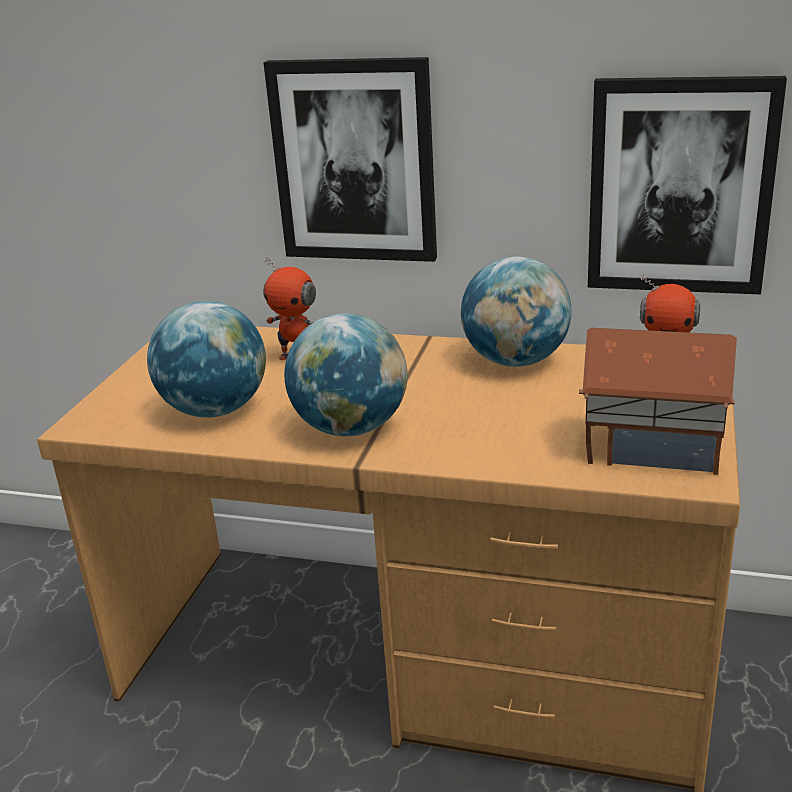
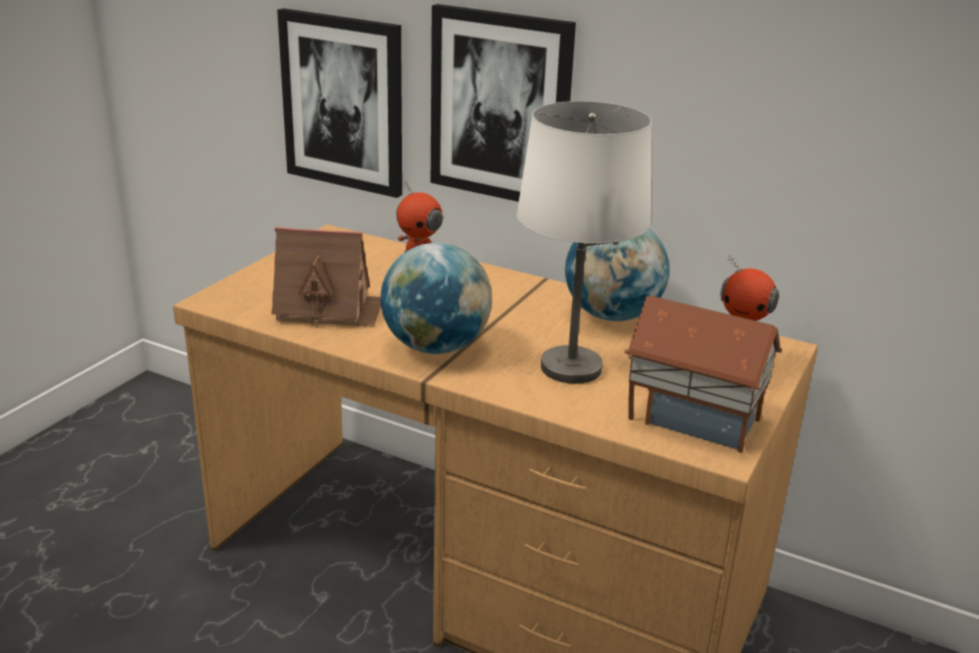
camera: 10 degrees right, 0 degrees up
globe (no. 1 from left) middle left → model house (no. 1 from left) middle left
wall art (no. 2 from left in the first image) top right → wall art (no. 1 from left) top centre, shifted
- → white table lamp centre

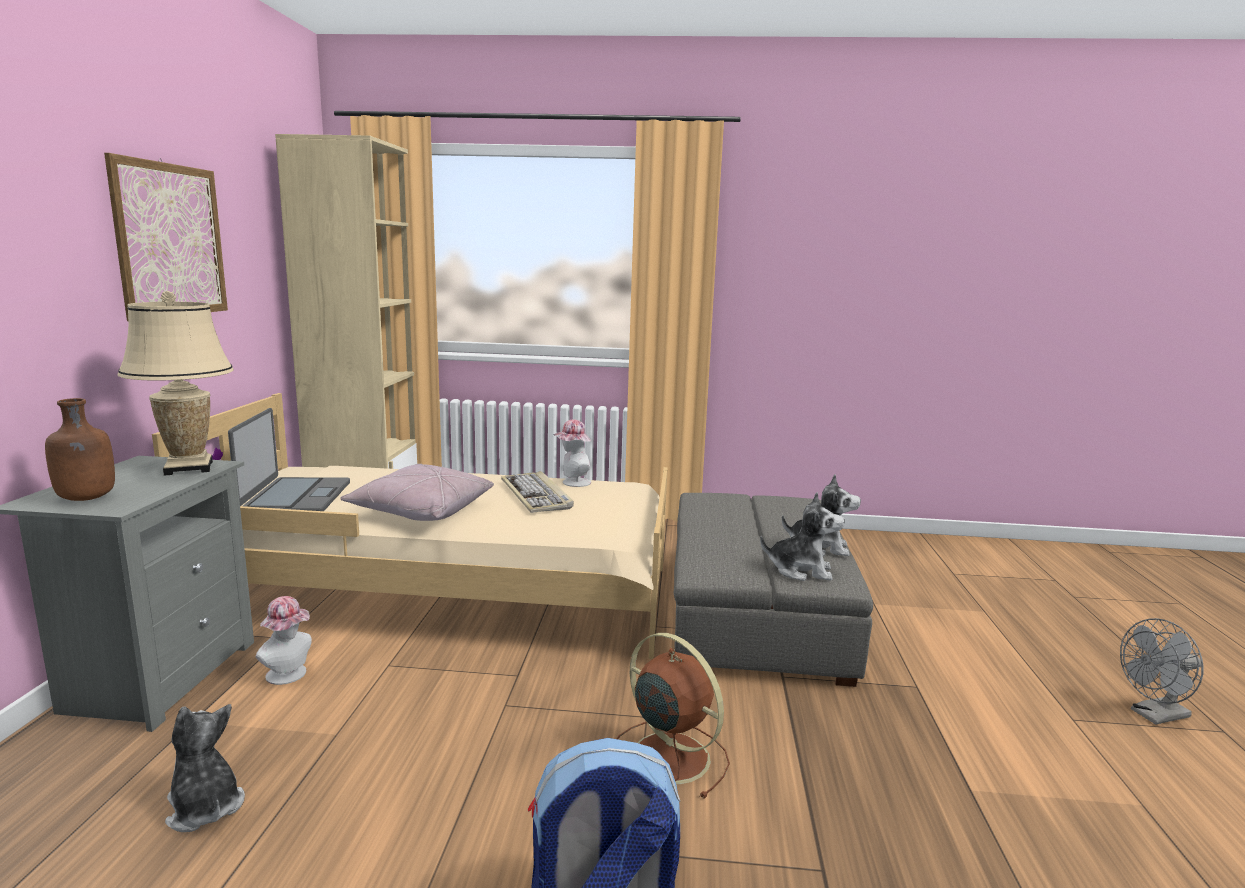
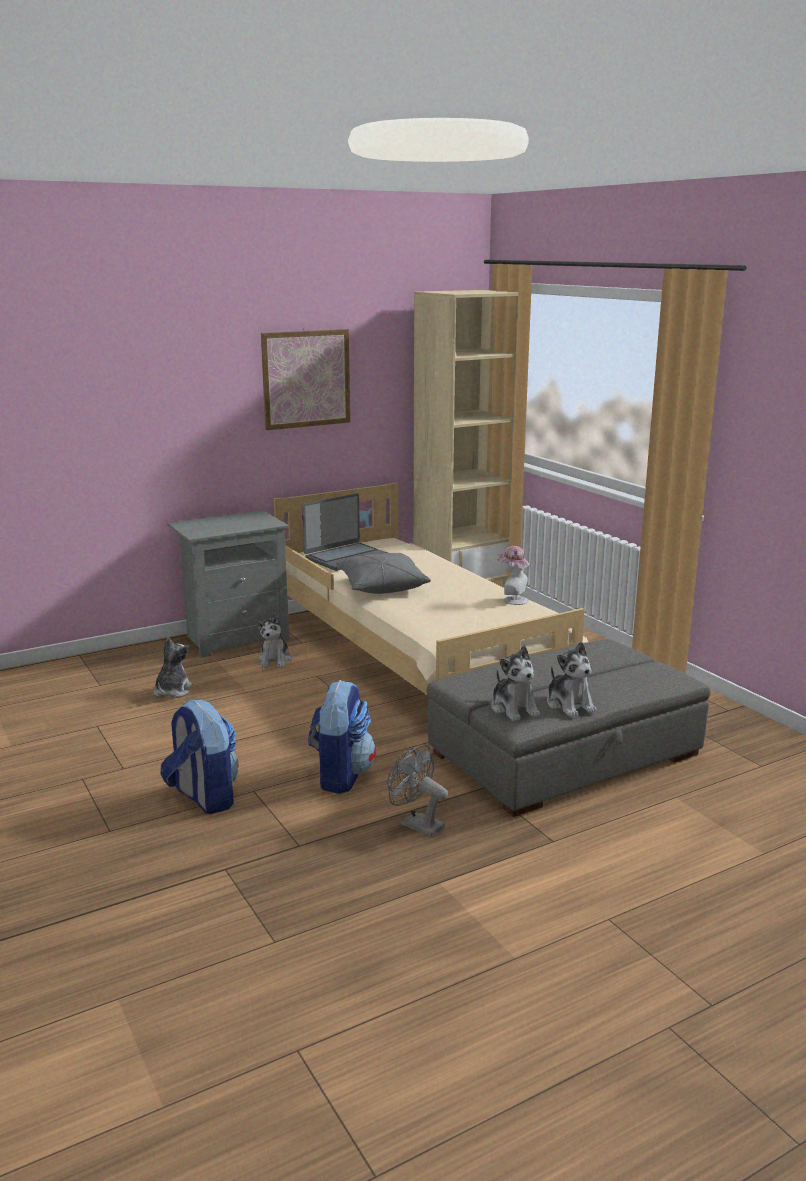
camera: 55 degrees right, 5 degrees up
hat (no. 1 from left) bottom left → plush toy (no. 2 from left) centre
brownish electric fan bottom centre → rucksack (no. 2 from left) centre
purple cushion centre → gray cushion centre
gray electric fan bottom right → gray electric fan bottom centre, shifted
brownish beverage bottle middle left → -
sand-coloured table lamp middle left → -
computer keyboard centre → -

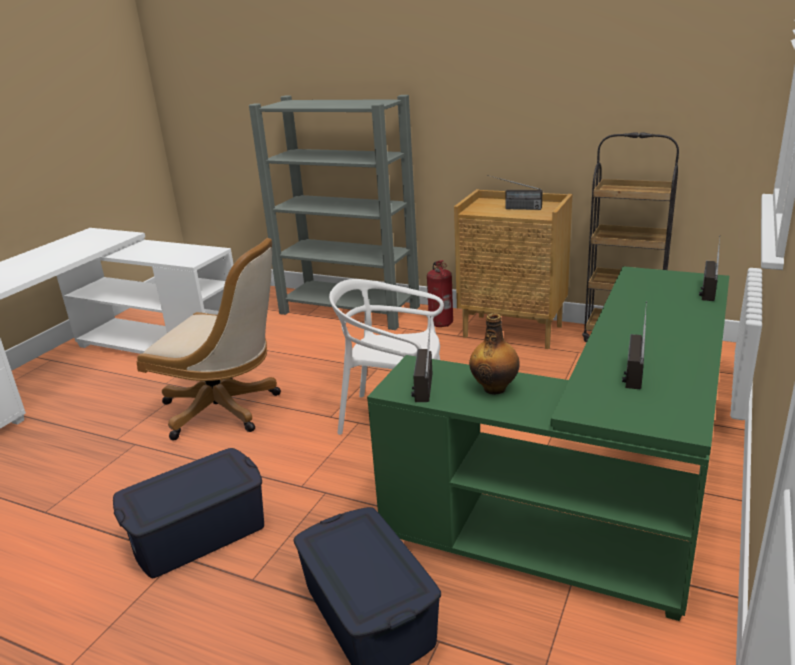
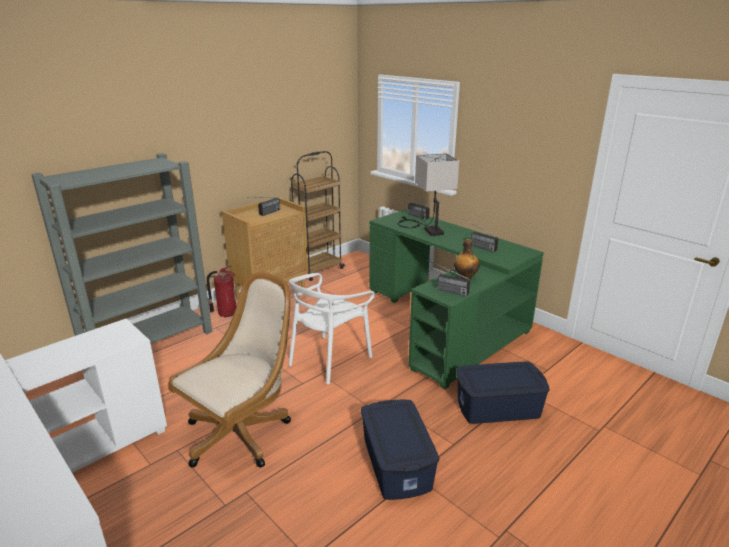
camera: 70 degrees left, 0 degrees up
- → table lamp centre

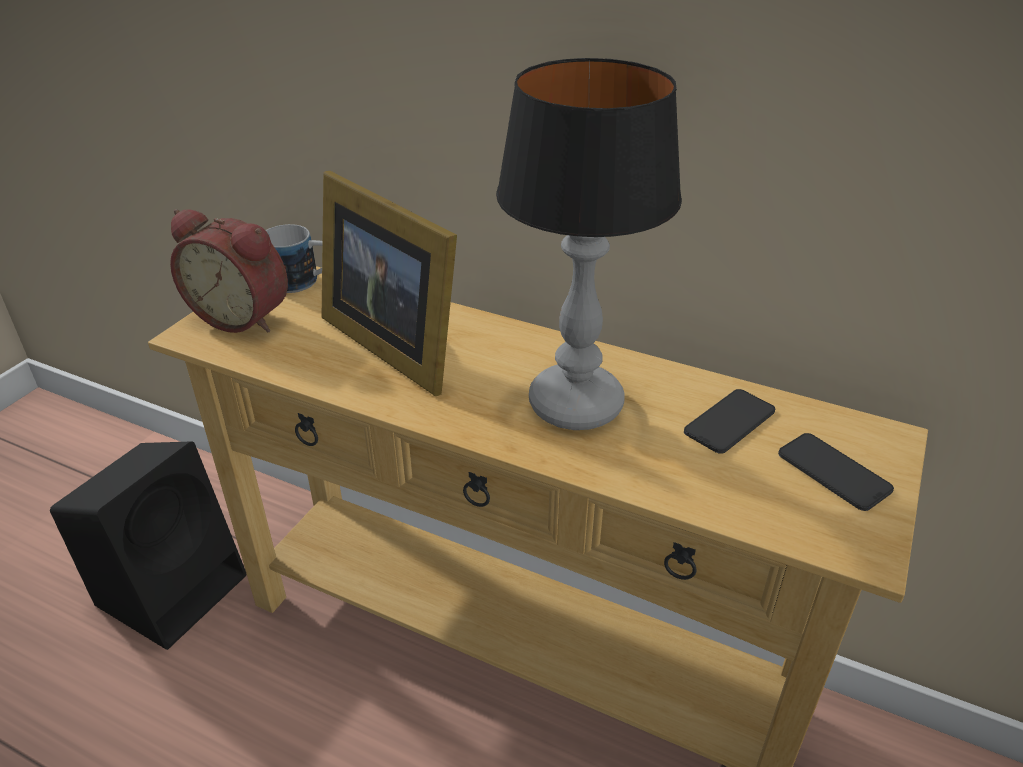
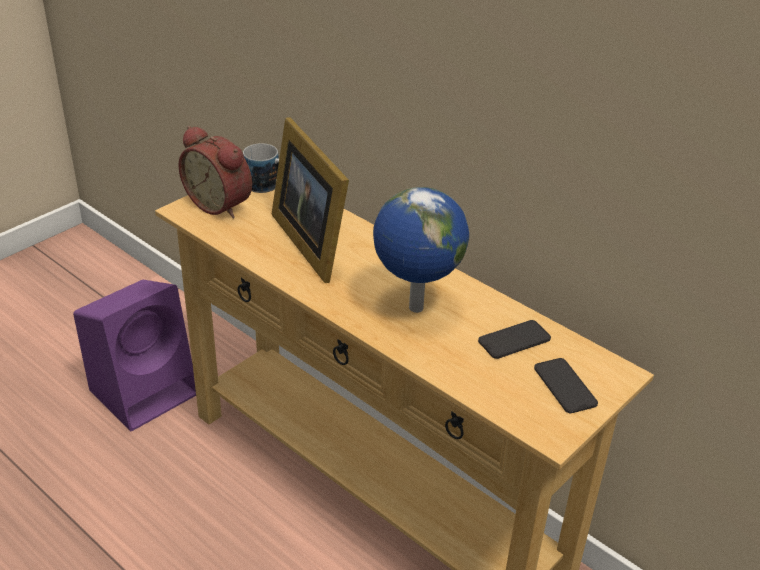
camera: 15 degrees right, 0 degrees up
black speaker bottom left → purple speaker middle left
table lamp top centre → globe centre

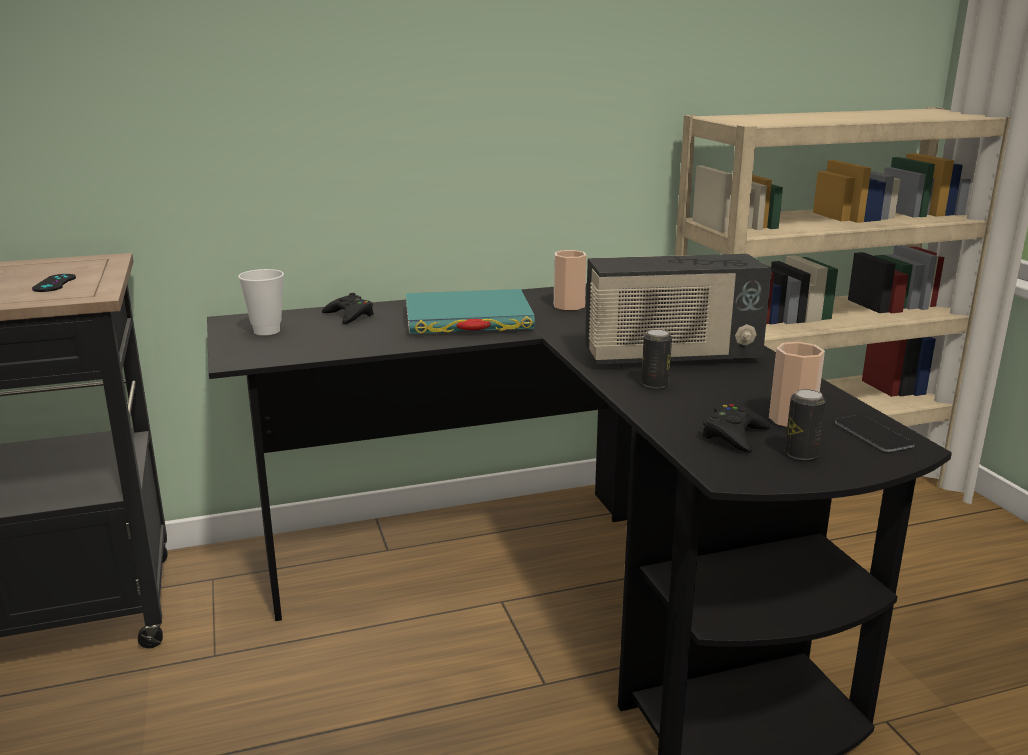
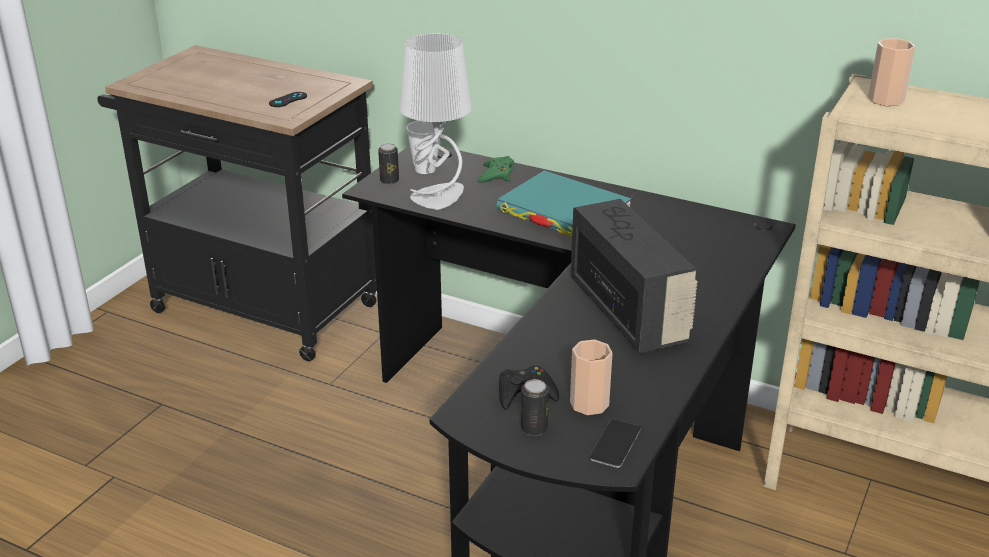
camera: 45 degrees right, 10 degrees up
sealed can (no. 1 from left) centre → sealed can (no. 1 from left) top centre, shifted
- → gray table lamp top centre
black joypad (no. 2 from left) centre → green-coloured joypad top centre
radio set centre, 150 degrees counterclockwise
cup (no. 2 from left in the first image) centre → cup (no. 3 from left) top right, shifted

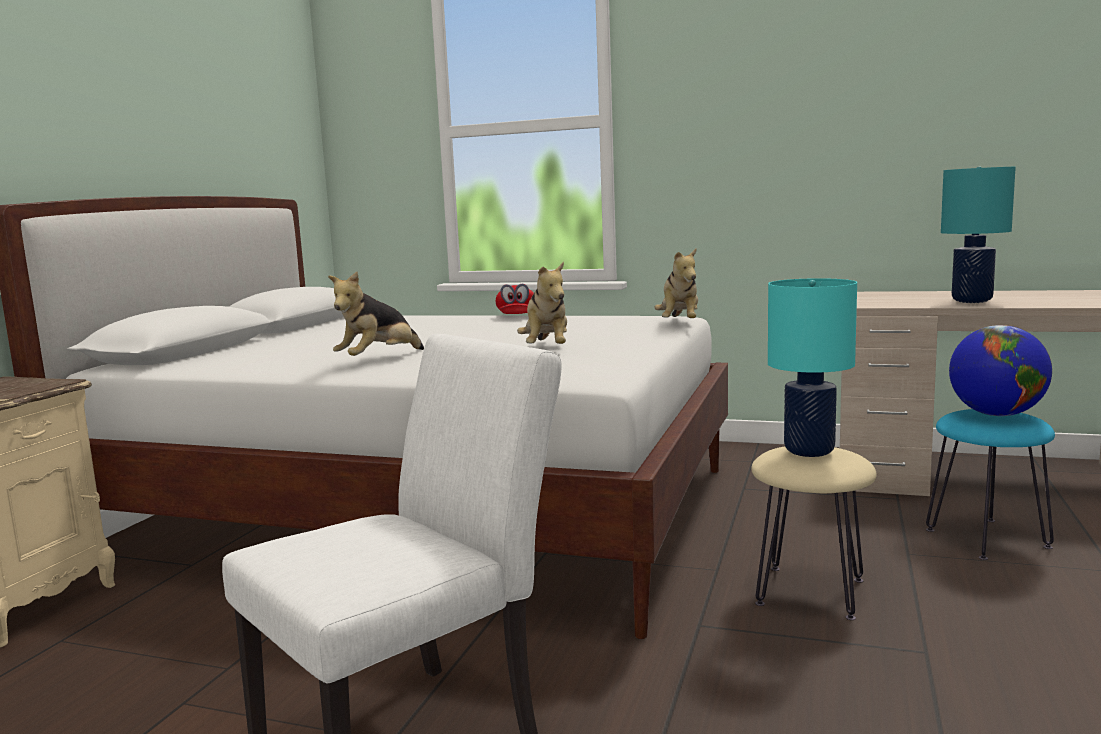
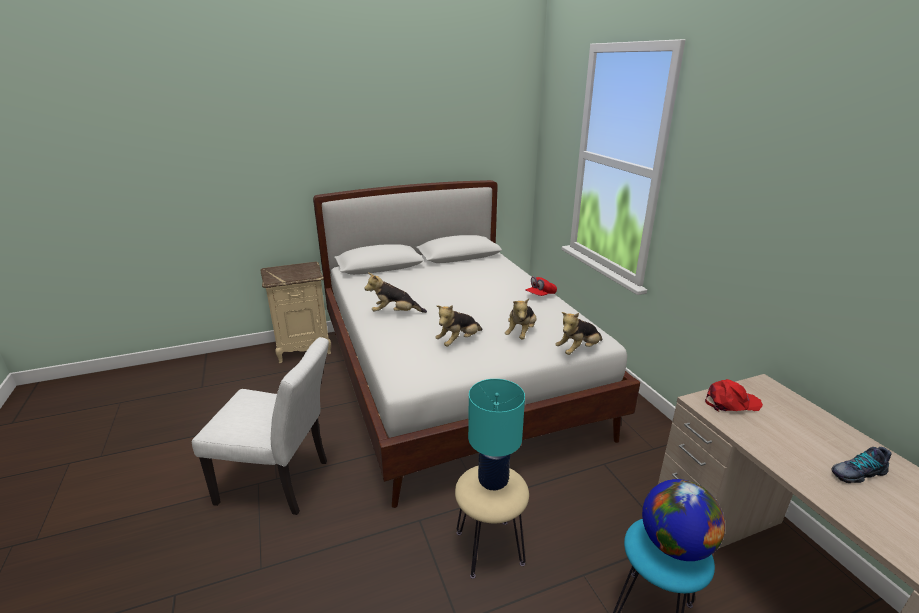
camera: 50 degrees right, 15 degrees up
- → plush toy (no. 3 from left) centre
- → reddish cap (no. 2 from left) middle right
- → low shoe bottom right
turquoise-coloured table lamp (no. 2 from left) top right → -

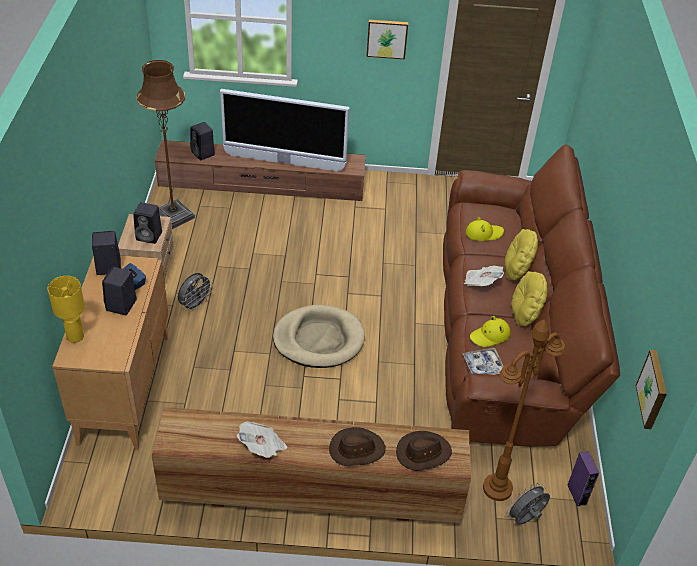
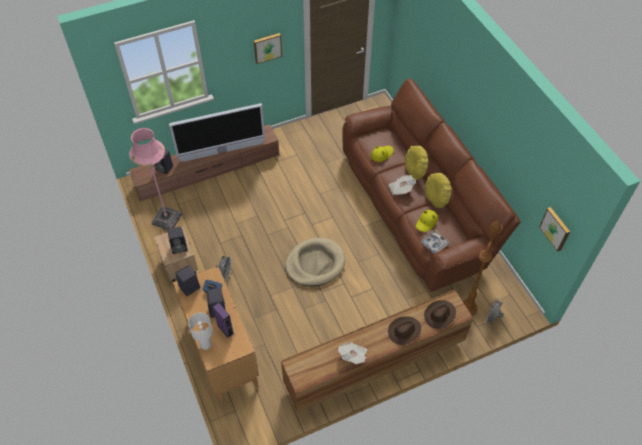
camera: 25 degrees left, 10 degrees up
brownish standing lamp (no. 1 from left) top left → pinkish standing lamp middle left
yellowish table lamp middle left → white table lamp bottom left
purple speaker bottom right → purple speaker bottom centre, shifted

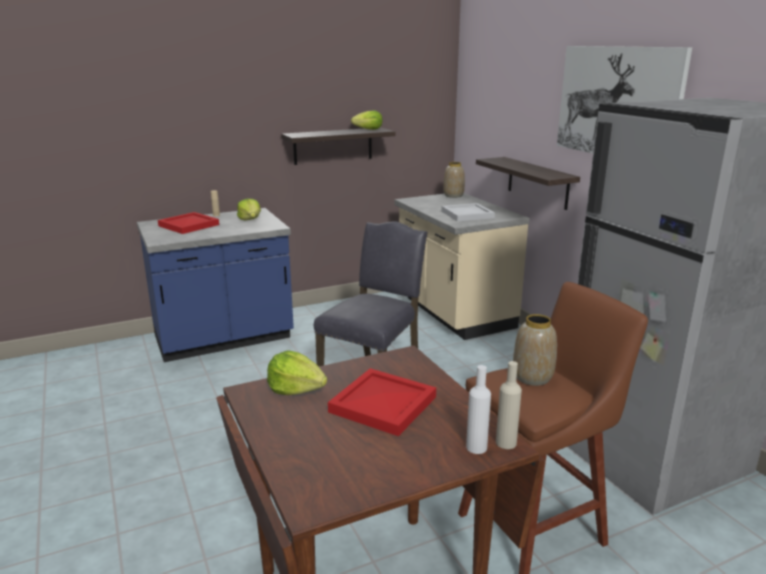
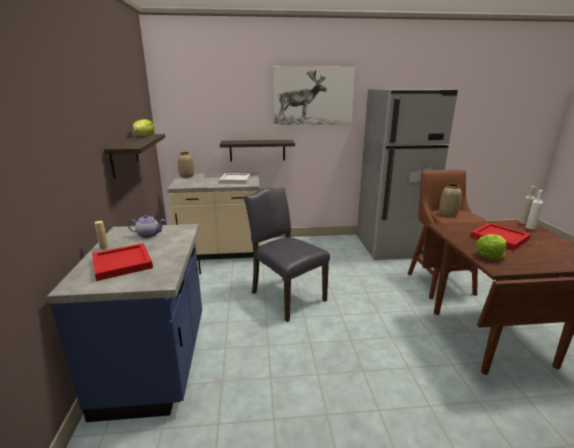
camera: 70 degrees left, 0 degrees up
lettuce (no. 1 from left) middle left → teapot middle left

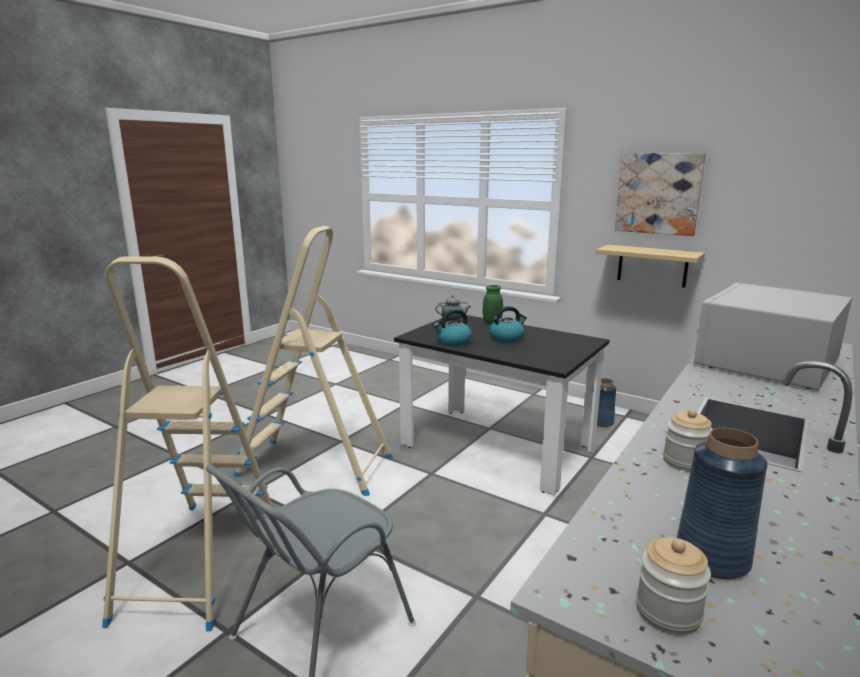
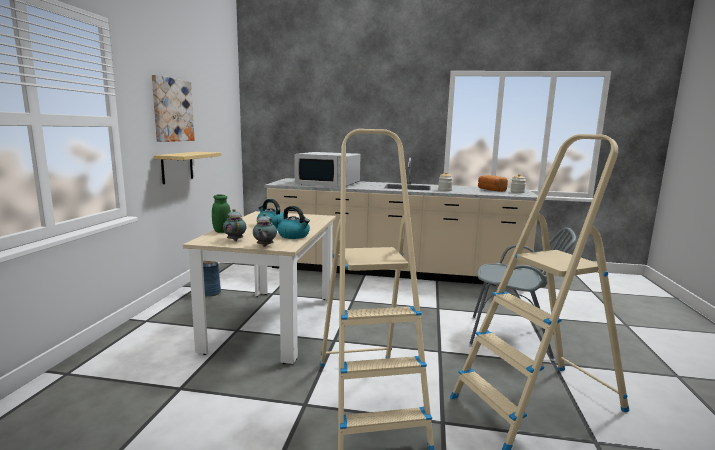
camera: 115 degrees left, 5 degrees down
black kitchen table centre → sand-coloured kitchen table centre
- → teapot (no. 2 from left) centre
blue decorative vase (no. 2 from left) bottom right → bakery bread middle right

